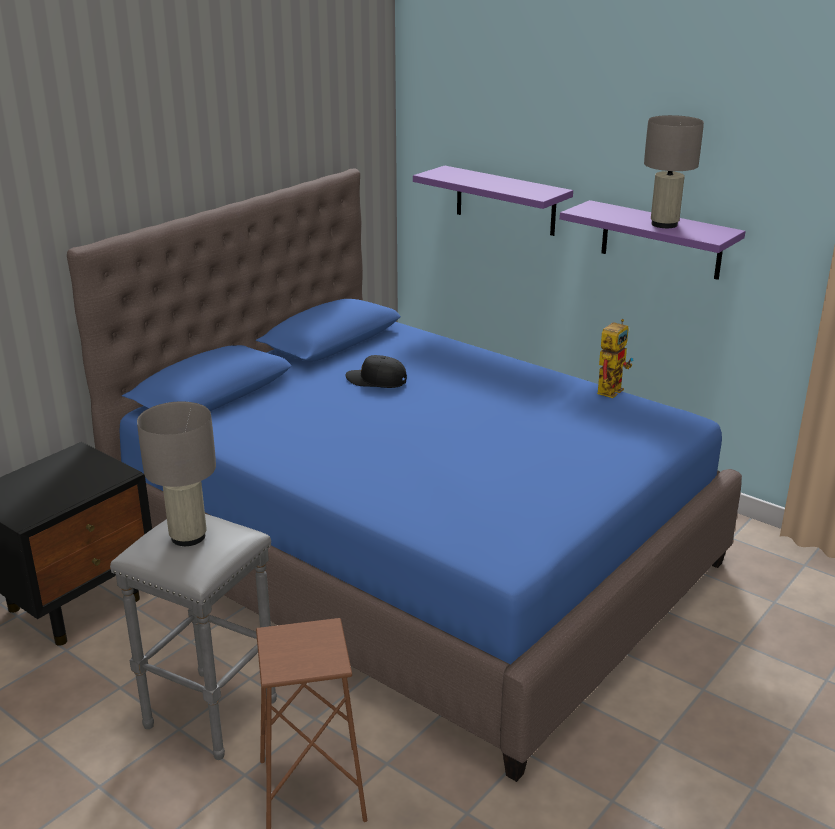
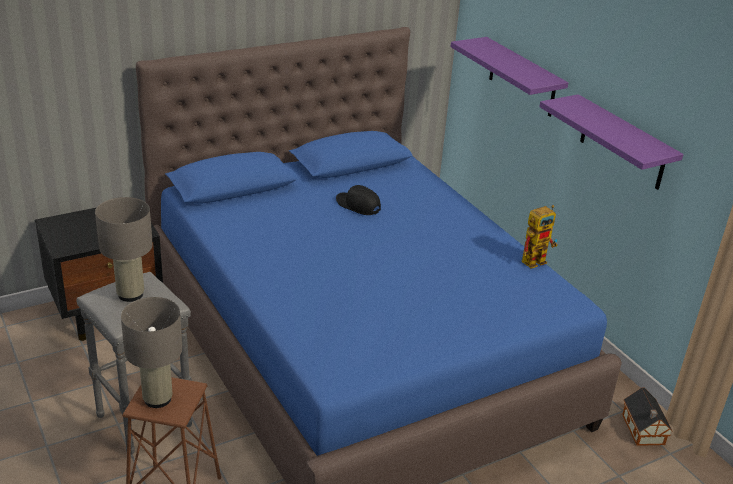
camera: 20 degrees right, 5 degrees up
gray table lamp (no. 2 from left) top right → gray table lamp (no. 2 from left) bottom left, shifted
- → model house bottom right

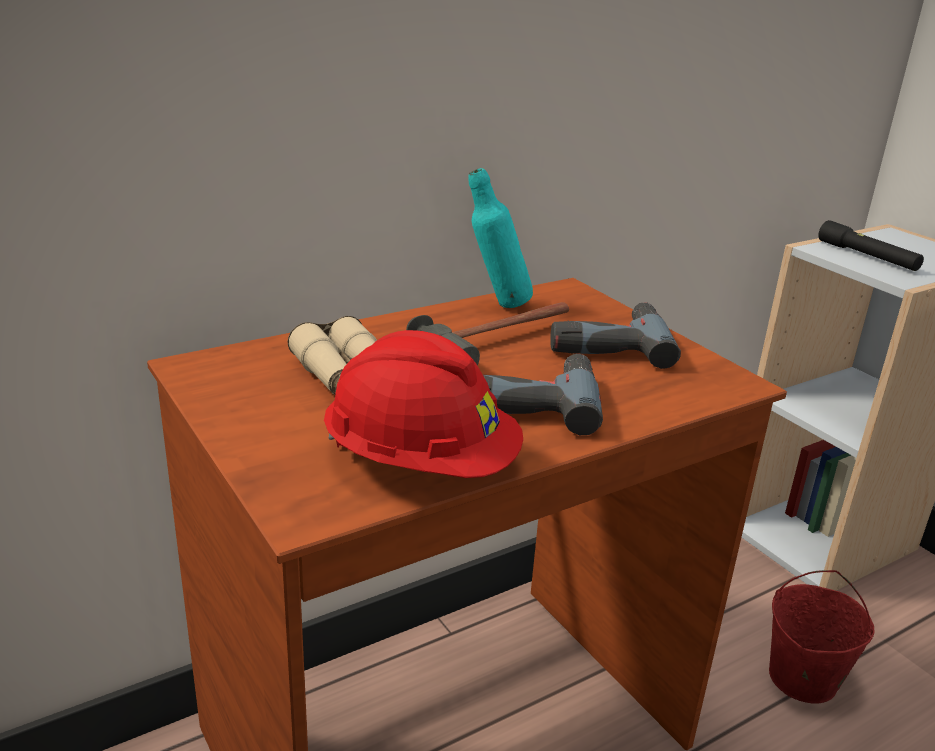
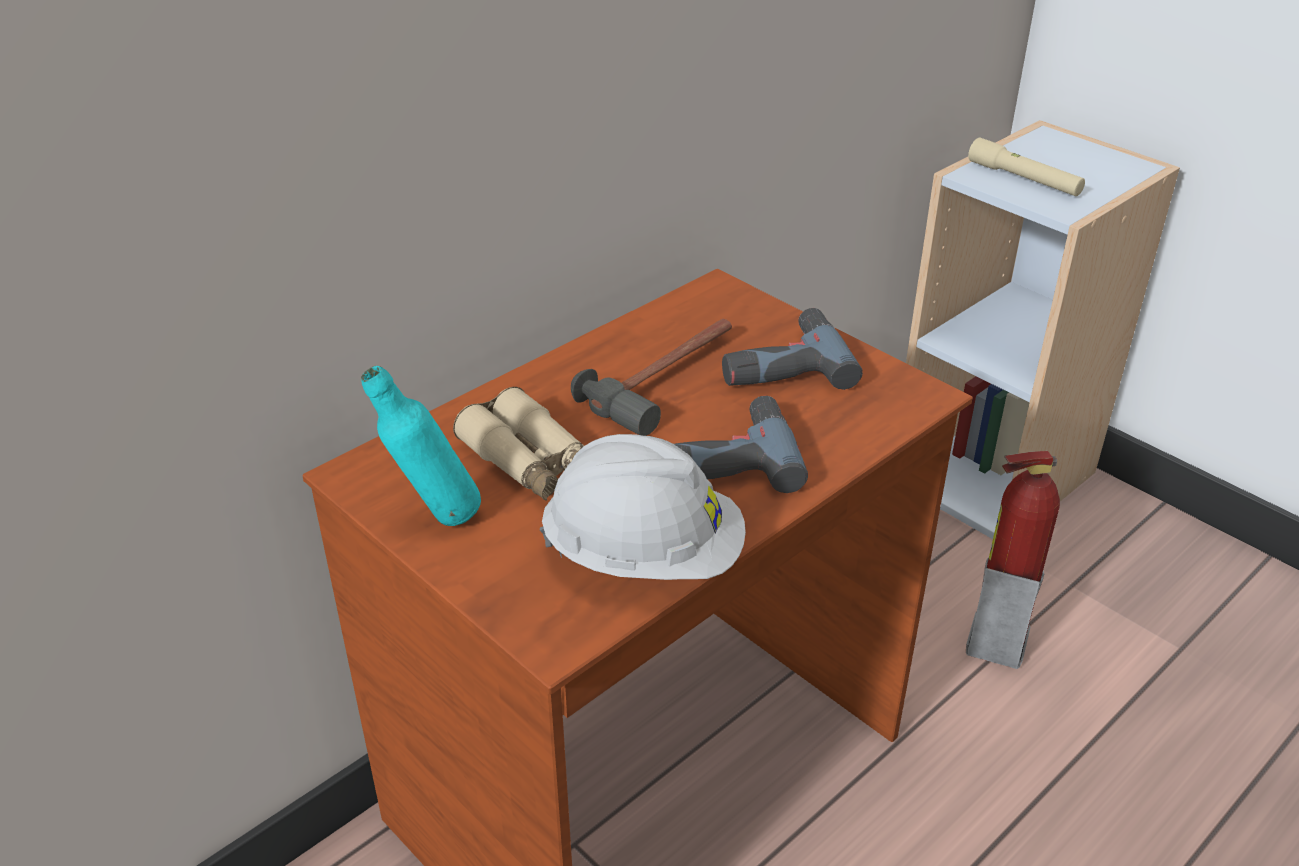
camera: 10 degrees left, 10 degrees up
turquoise-coloured beverage bottle top centre → turquoise-coloured beverage bottle middle left, shifted
reddish work helmet centre → white work helmet centre
reddish pail bottom right → fire-fighting cylinder middle right
black flashlight top right → sand-coloured flashlight top right

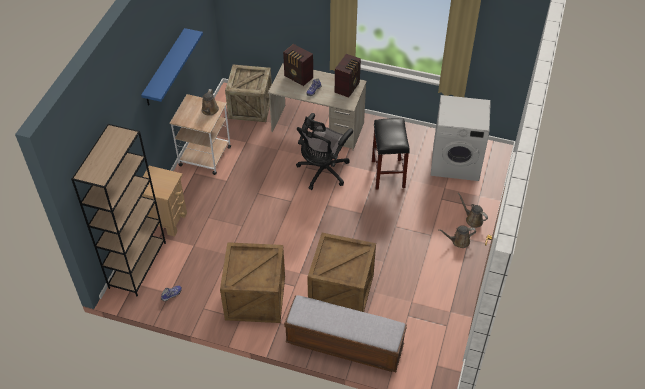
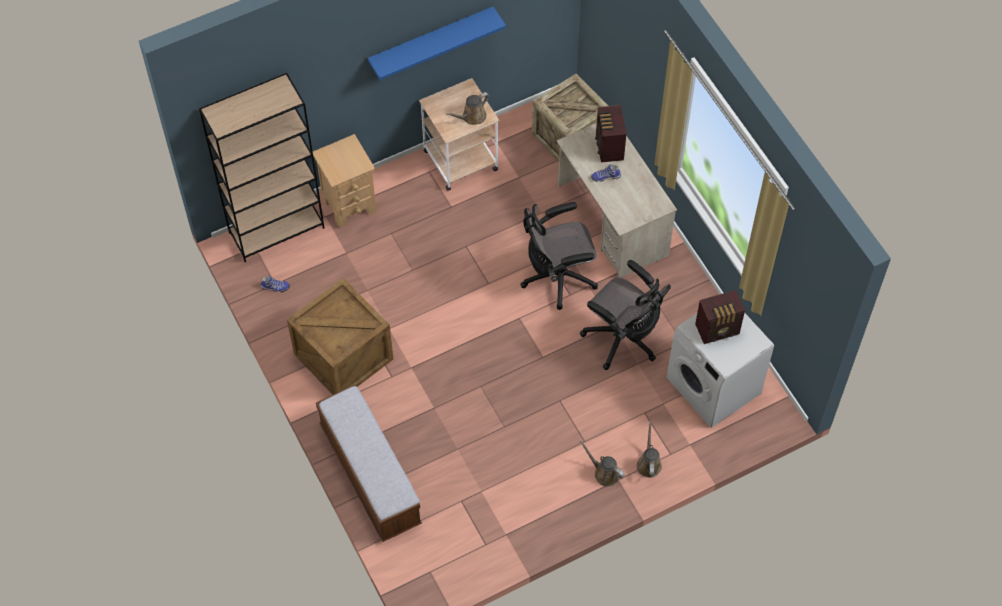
camera: 45 degrees right, 10 degrees up
black stool seat centre → office chair (no. 2 from left) centre
radio set (no. 2 from left) top centre → radio set (no. 2 from left) middle right, shifted
shipping crate (no. 3 from left) bottom centre → -

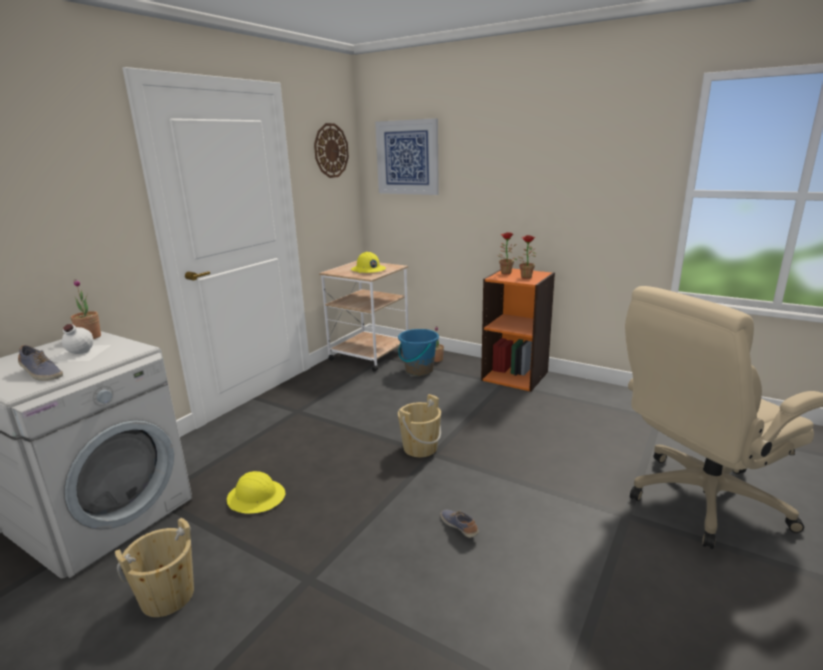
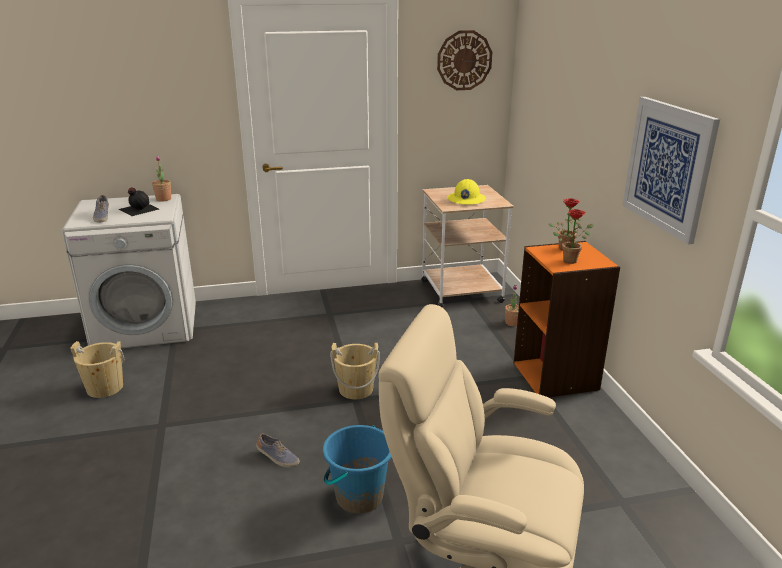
camera: 45 degrees right, 5 degrees up
white beverage bottle middle left → black beverage bottle middle left
low shoe (no. 2 from left) bottom centre, 105 degrees clockwise
blue pail centre → blue pail bottom centre, shifted
wall art top centre → wall art top right, shifted
yellowish work helmet (no. 1 from left) bottom left → -

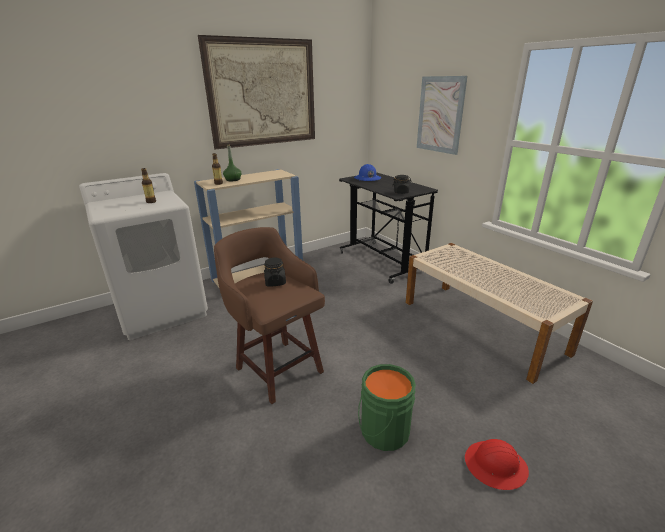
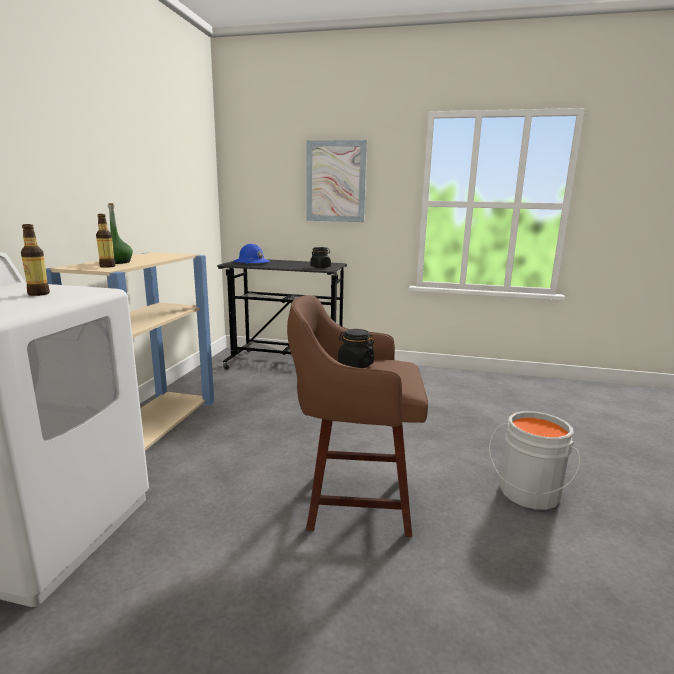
camera: 45 degrees left, 10 degrees down
green-coloured pail bottom centre → gray pail bottom right
wall art (no. 1 from left) top centre → -
sand-coloured indoor bench middle right → -
reddish work helmet bottom right → -

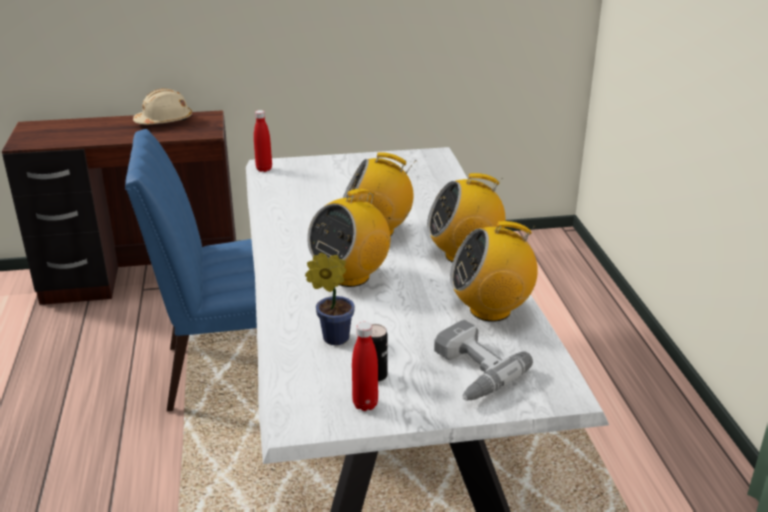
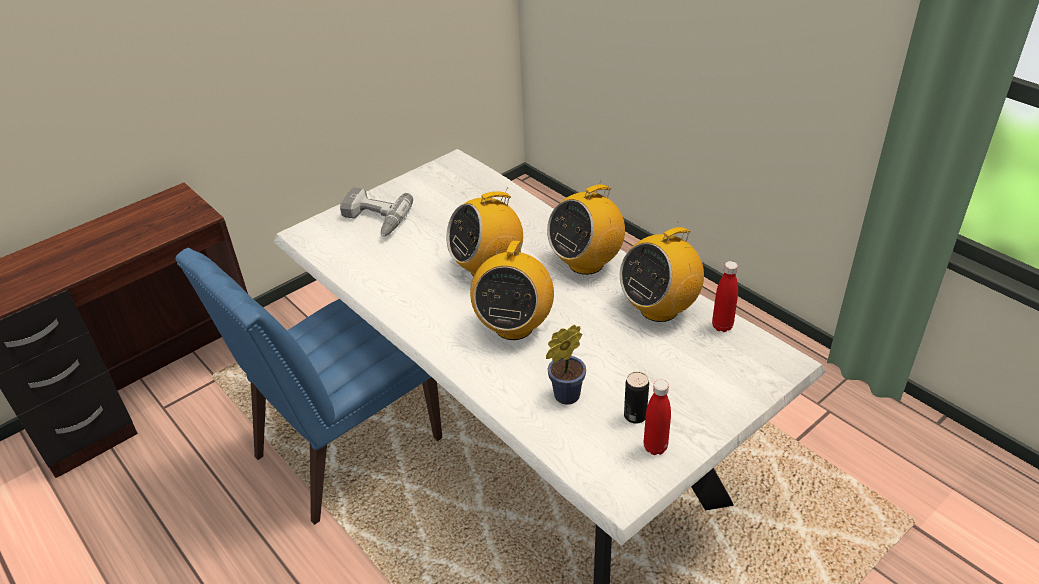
camera: 30 degrees left, 10 degrees up
power drill bottom centre → power drill centre, shifted
reddish beverage bottle (no. 1 from left in the first image) top centre → reddish beverage bottle (no. 2 from left) middle right, shifted
sand-coloured work helmet top left → -

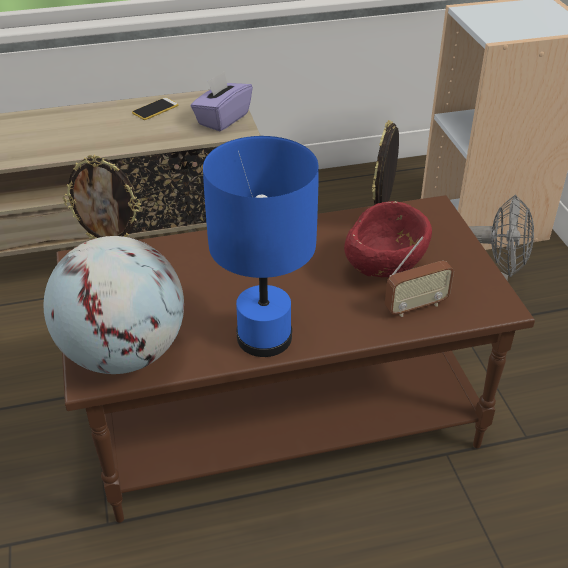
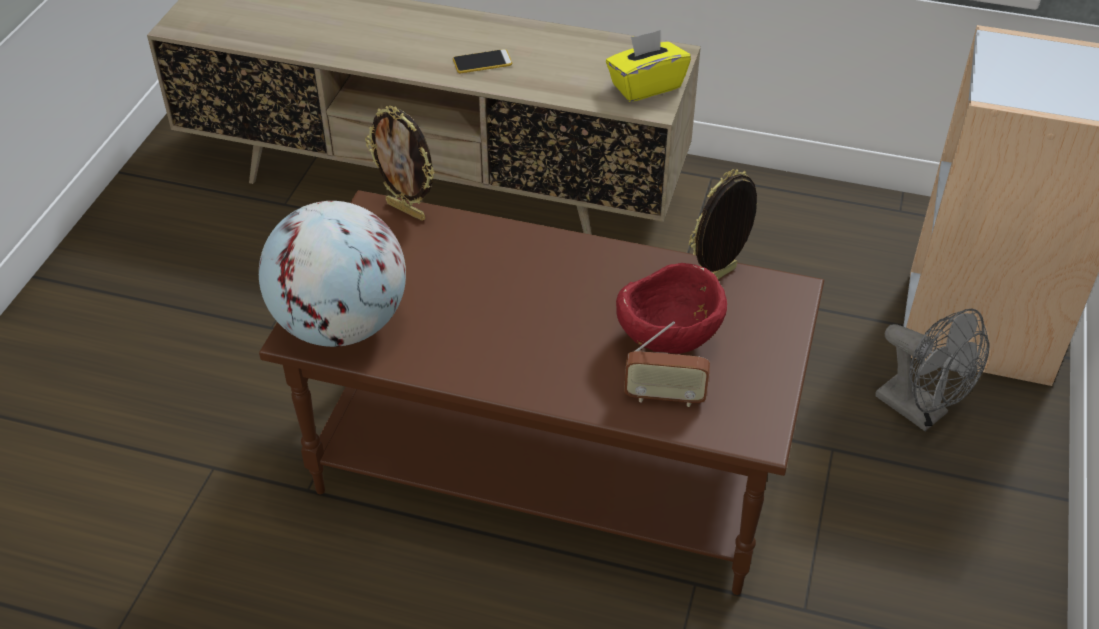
camera: 30 degrees right, 5 degrees up
handset top left → handset top centre, shifted
purple box of tissues top centre → yellowish box of tissues top centre
blue table lamp centre → -

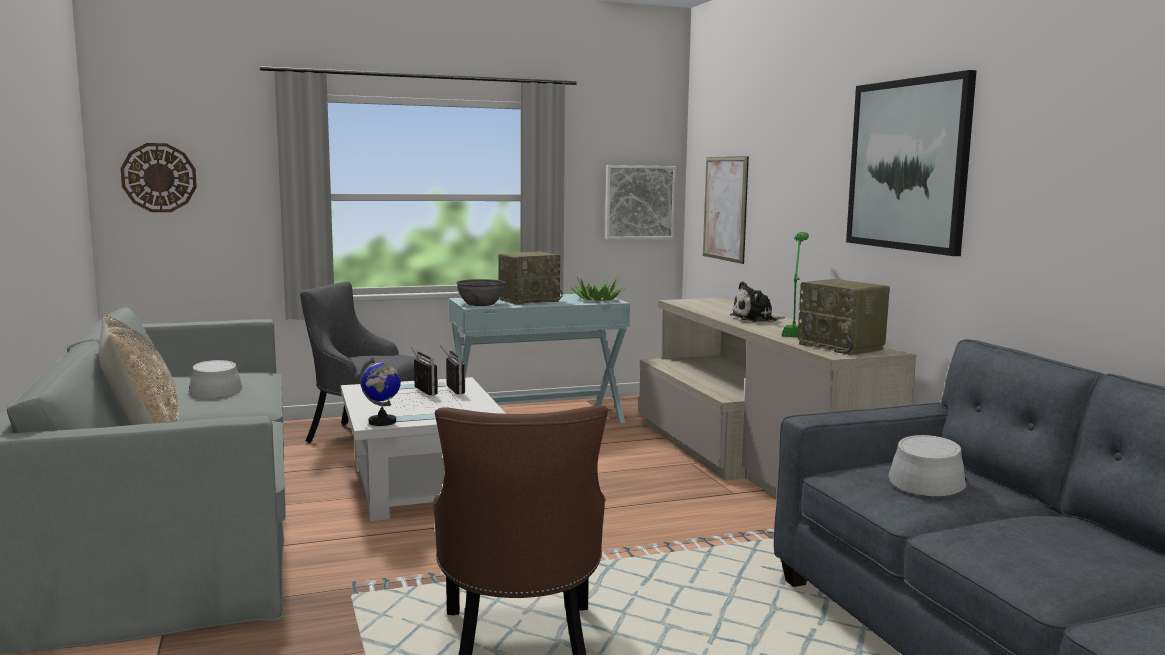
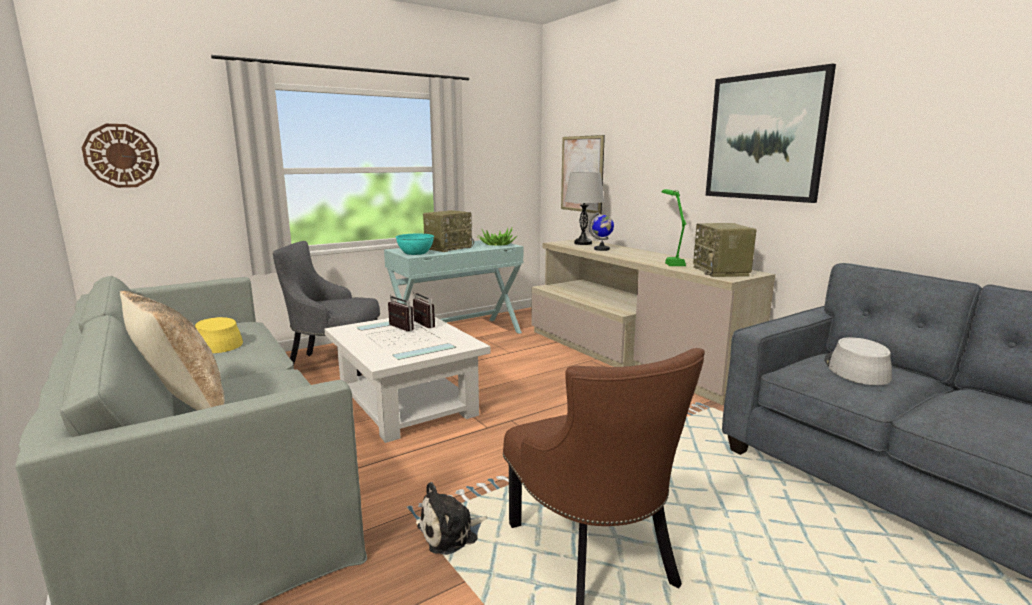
camera: 15 degrees left, 5 degrees up
gray hat (no. 1 from left) middle left → yellowish hat middle left
gray bowl centre → turquoise-coloured bowl centre
plush toy centre → plush toy bottom centre, shifted
- → gray table lamp centre
globe middle left → globe centre, shifted
radio set (no. 4 from left) middle right, 45 degrees clockwise
wall art (no. 1 from left) top centre → -

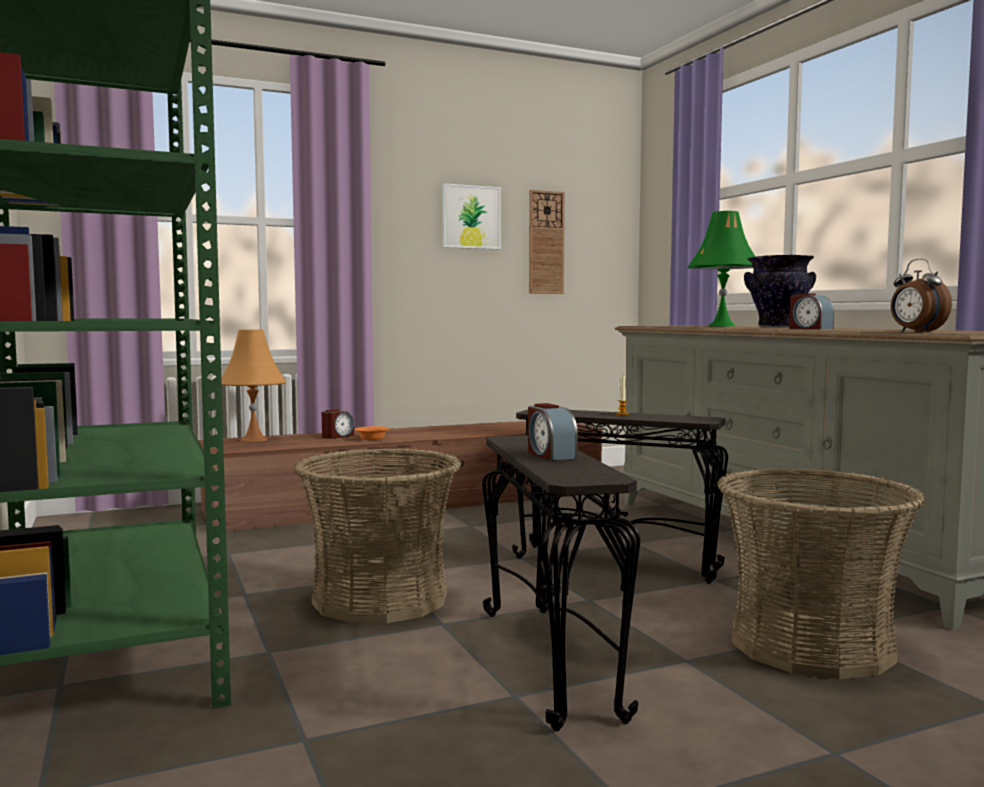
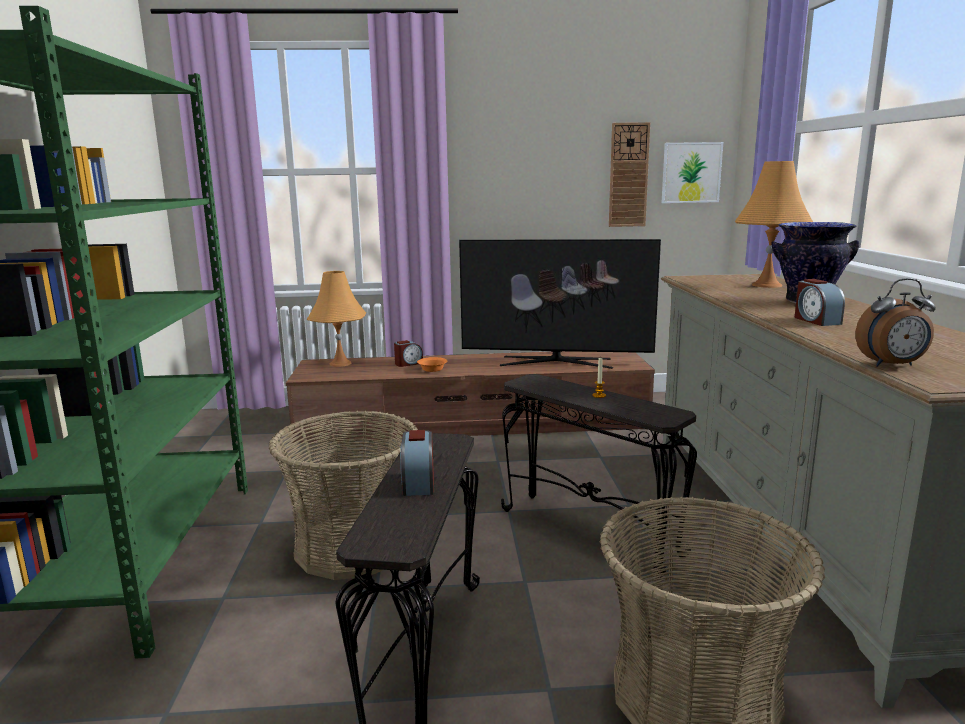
camera: 20 degrees right, 10 degrees up
- → TV set centre
wall art top centre → wall art top right, shifted
green-coloured table lamp middle right → orange table lamp (no. 2 from left) top right
bedside clock (no. 4 from left) middle right, 90 degrees counterclockwise

